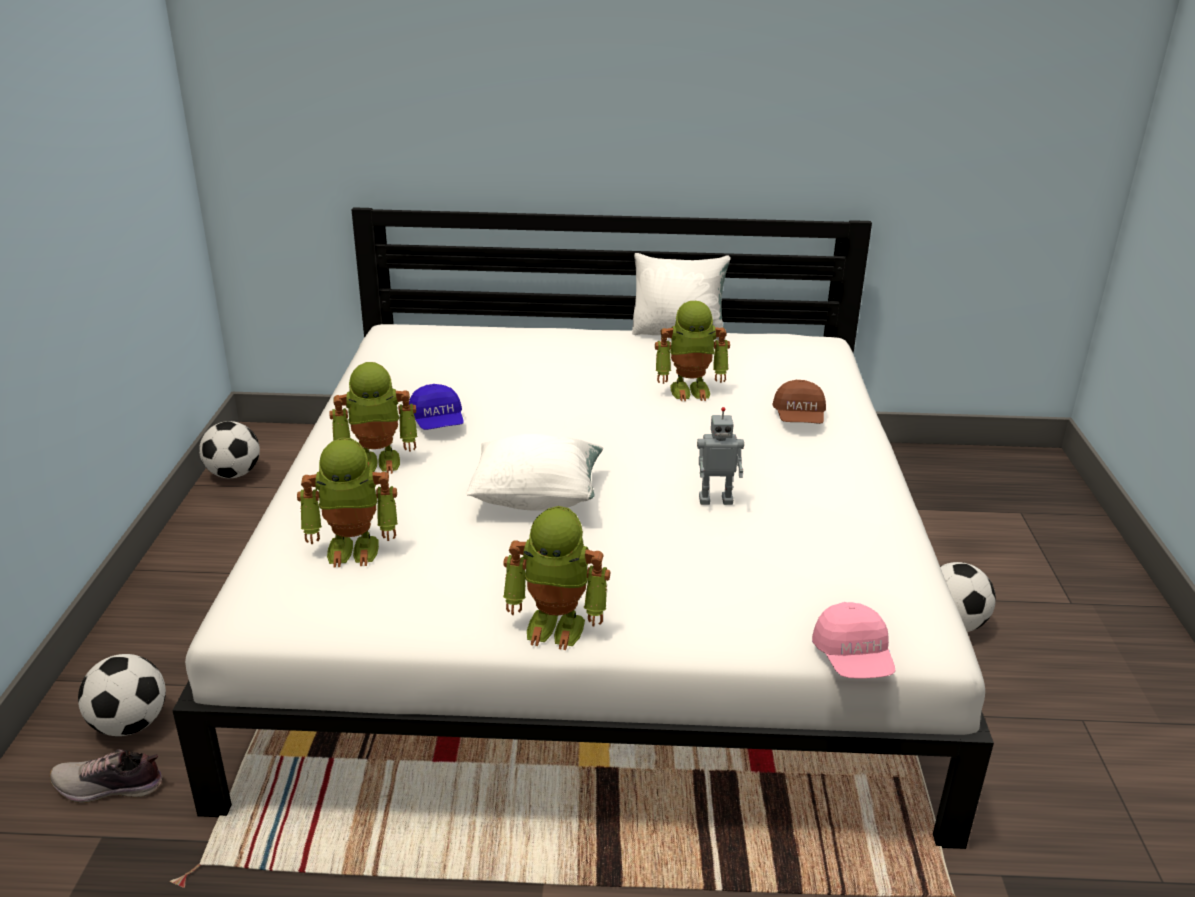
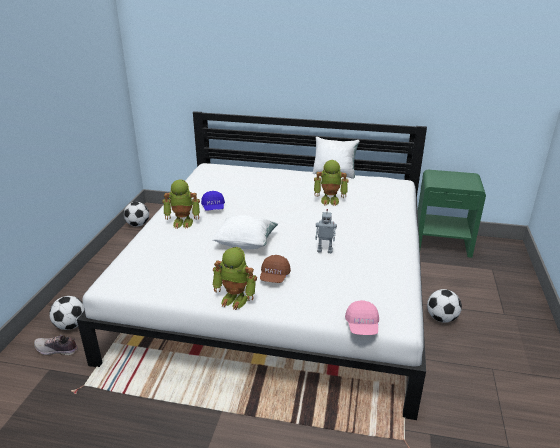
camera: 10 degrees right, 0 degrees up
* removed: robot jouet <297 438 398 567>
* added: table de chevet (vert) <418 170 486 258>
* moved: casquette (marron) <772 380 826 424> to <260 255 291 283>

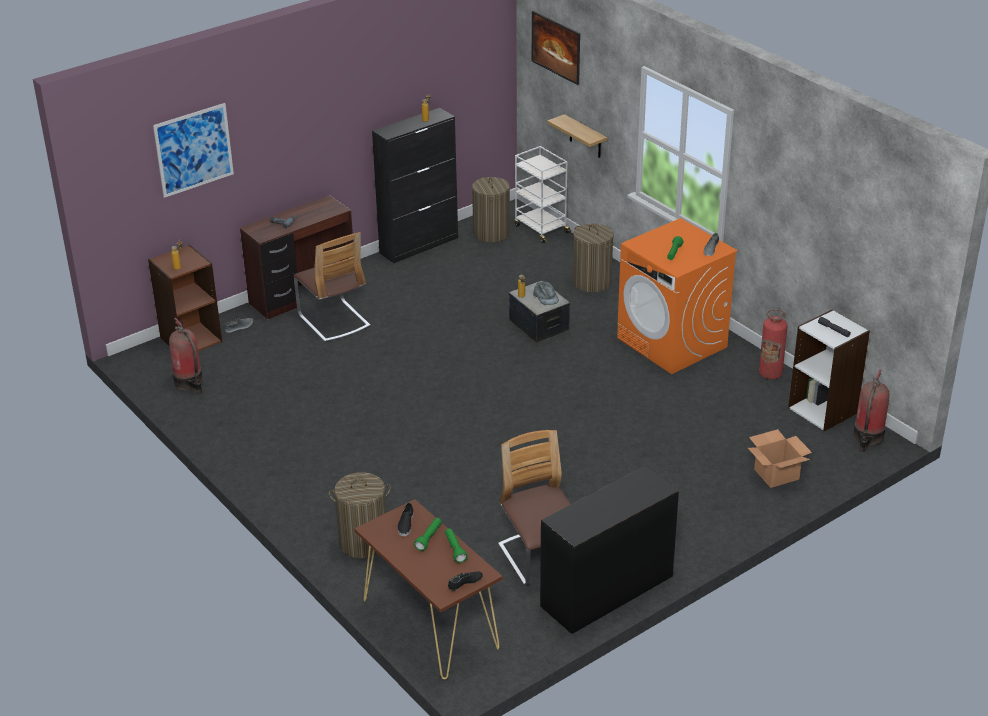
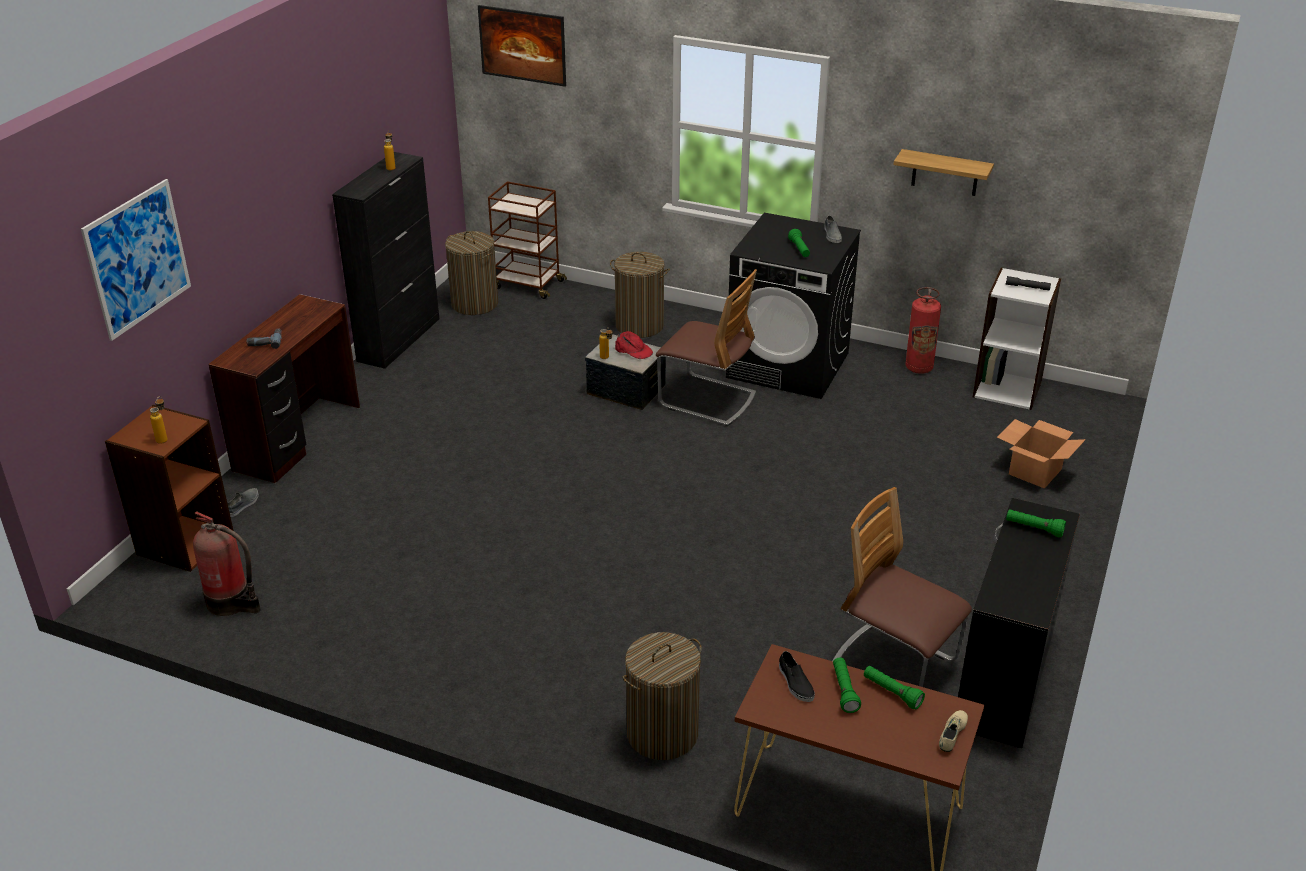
camera: 30 degrees left, 0 degrees up
* removed: extincteur <853 369 890 452>
* added: lampe de poche (vert) <1006 509 1066 537>
* moved: chaise <293 232 371 342> to <656 269 757 426>
* moved: étagère <547 114 607 158> to <893 149 994 196>
* recoloured: chaussure (noir) <448 572 483 591> to chaussure (beige) <939 710 968 752>
* recoloured: chariot (blanc) <514 146 571 243> to chariot (marron) <488 181 567 299>
* recoloured: casquette (gris) <533 282 559 305> to casquette (rouge) <615 331 653 359>
* recoloured: lave-linge (orange) <617 218 738 374> to lave-linge (noir) <726 213 861 399>

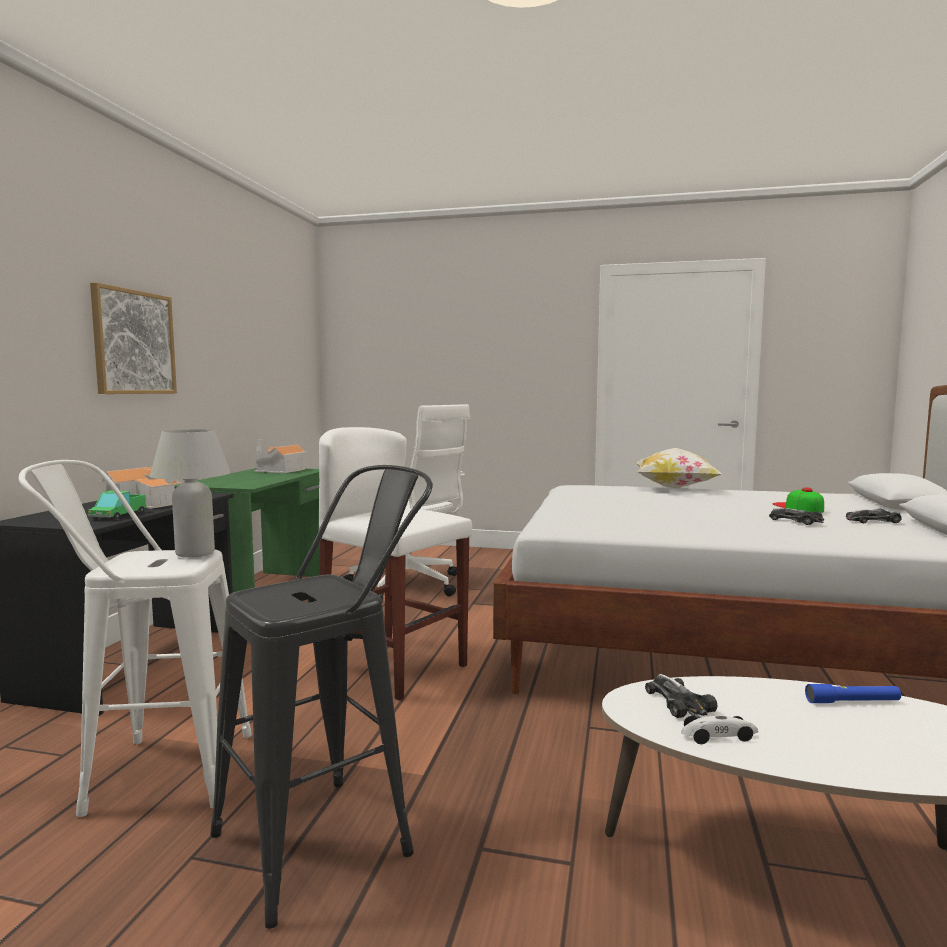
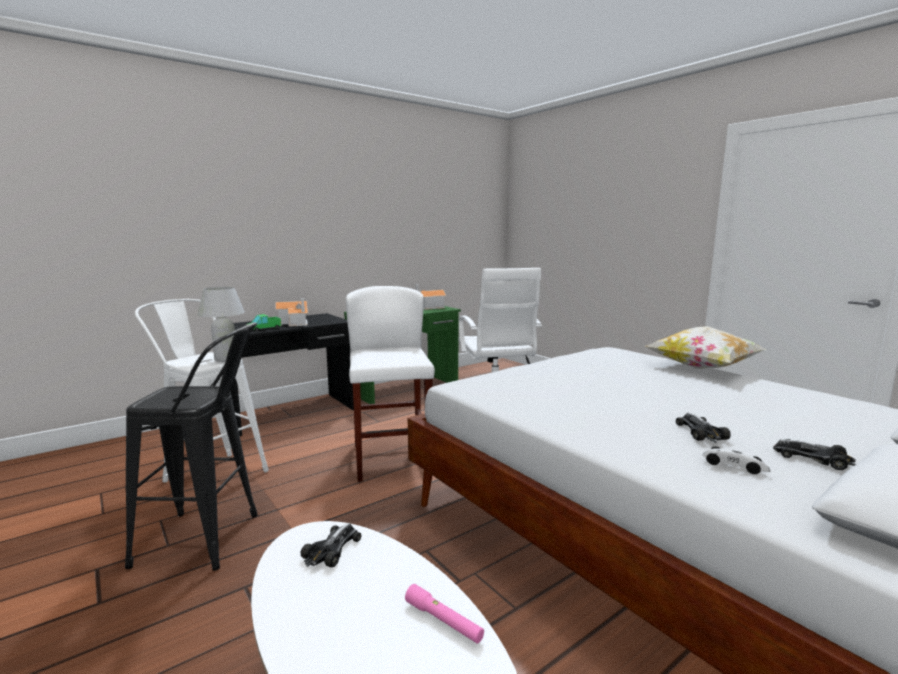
camera: 40 degrees right, 5 degrees up
* removed: tableau <90 282 177 394>
* removed: casquette <773 487 824 513>
* moved: petite voiture <681 716 758 744> to <702 447 770 474>
* recoloured: lampe de poche (bleu) <805 684 901 703> to lampe de poche (rose) <405 584 484 644>

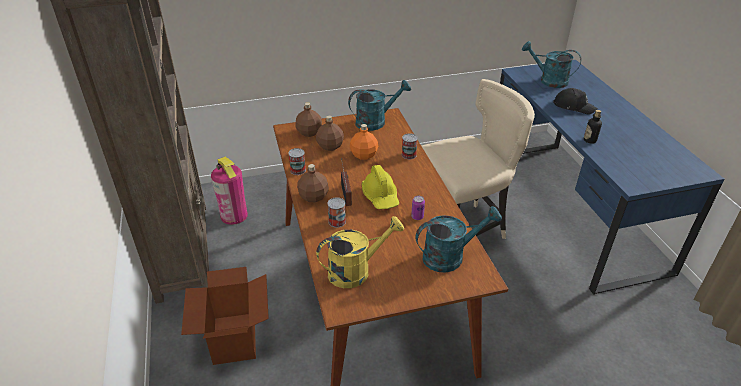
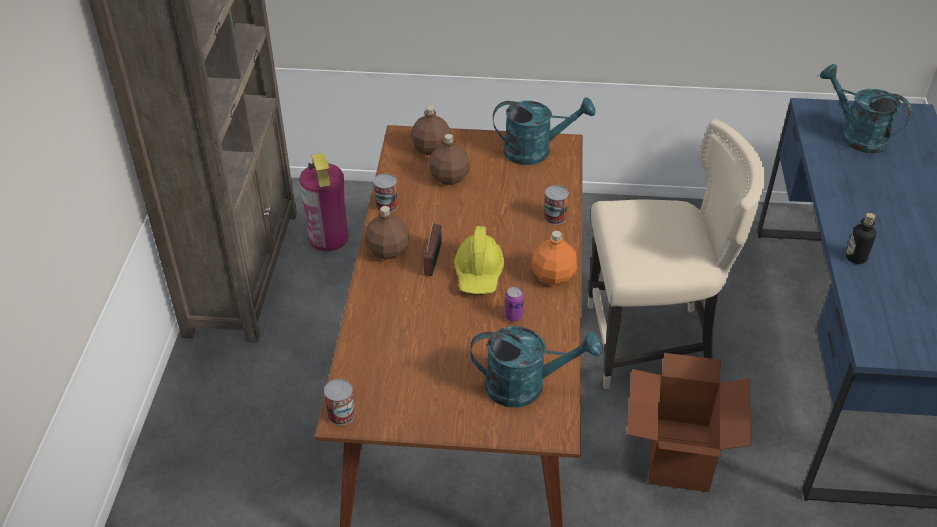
camera: 20 degrees right, 5 degrees up
* removed: arrosoir (jaune) <316 216 404 288>
* removed: casquette (noir) <553 88 598 115>
* moved: carton <181 267 269 365> to <627 353 752 492>
* moved: boîte métallique <327 197 346 228> to <324 379 355 425>
* moved: bouteille (orange) <350 124 378 160> to <532 231 577 285>

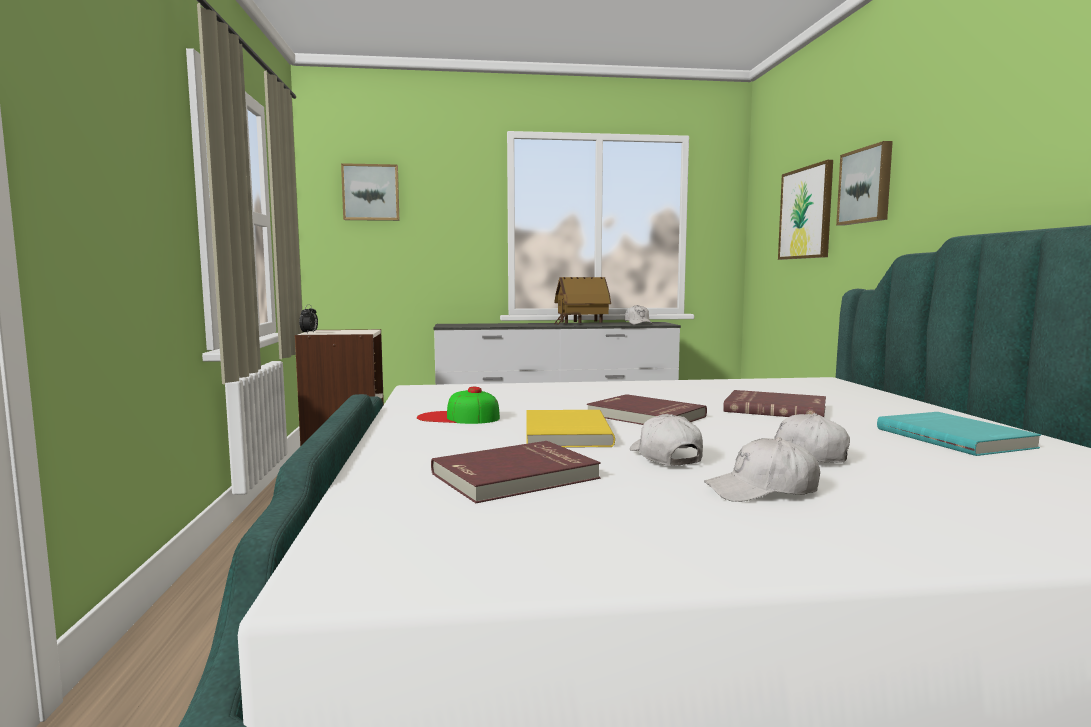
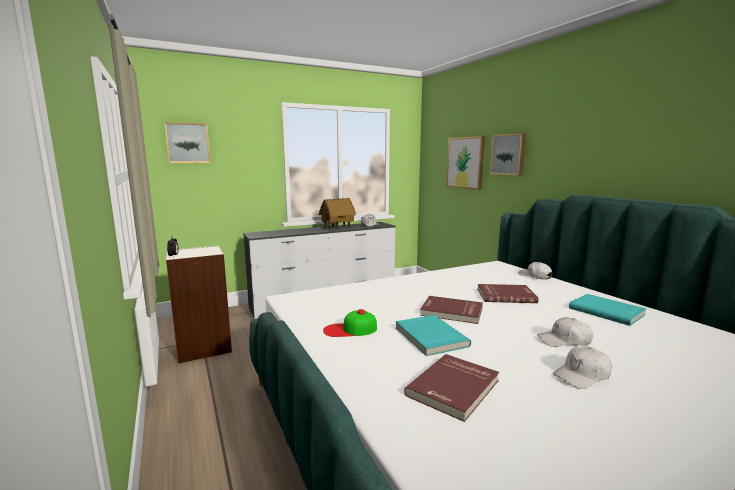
camera: 20 degrees left, 5 degrees up
* moved: casquette (blanc) <630 414 703 466> to <518 262 552 280>
* recoloured: livre (jaune) <526 410 615 448> to livre (turquoise) <395 315 471 356>

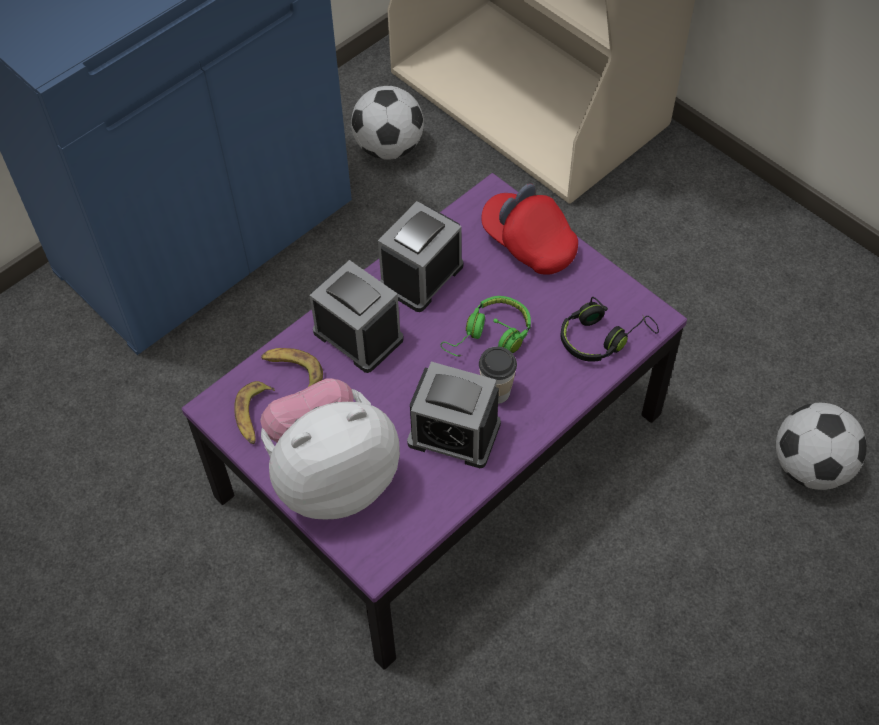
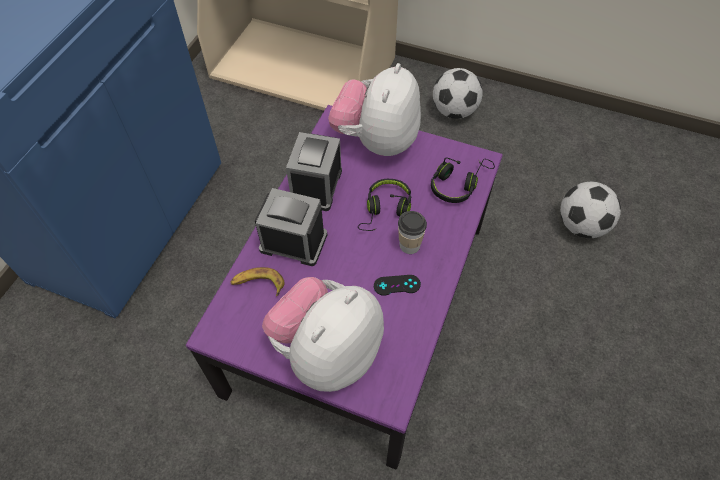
camera: 25 degrees left, 0 degrees up
* removed: banane <234 381 275 444>
* moved: ballon de foot <351 86 424 160> to <433 68 483 119>
* replaced: réveil <407 362 501 468> to manette (noir) <374 275 421 296>
* replaced: casquette (rouge) <481 183 578 275> to peluche <328 63 421 156>
* recoloured: casque audio (vert) <441 296 531 356> to casque audio (noir) <358 179 411 231>

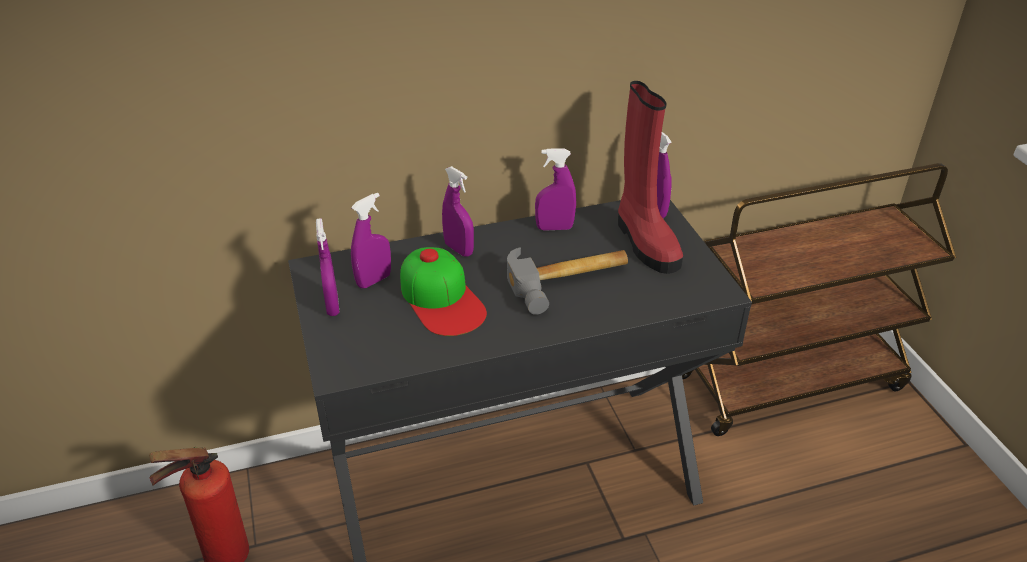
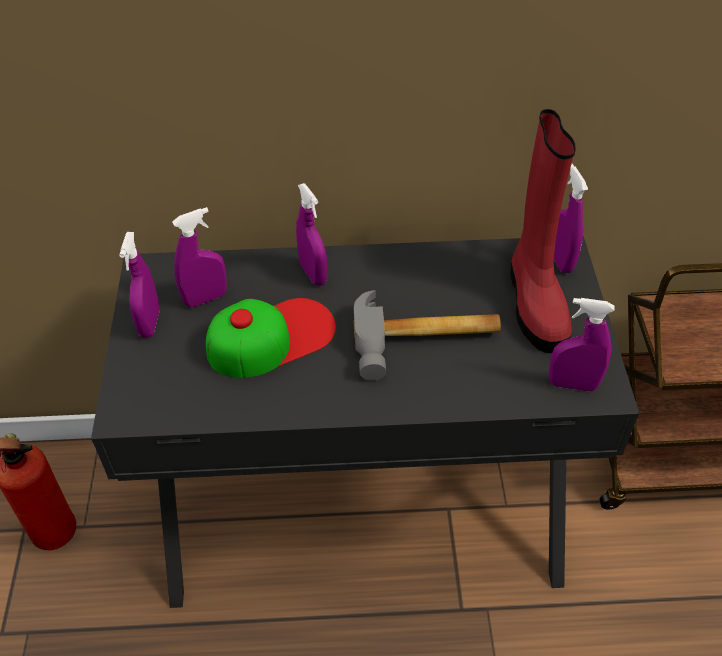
camera: 15 degrees right, 10 degrees up
* moved: vaporisateur (violet) <535 148 576 231> to <549 298 614 392>
* turned: casquette <400 247 487 336> = <206 298 336 378> 105 degrees counterclockwise

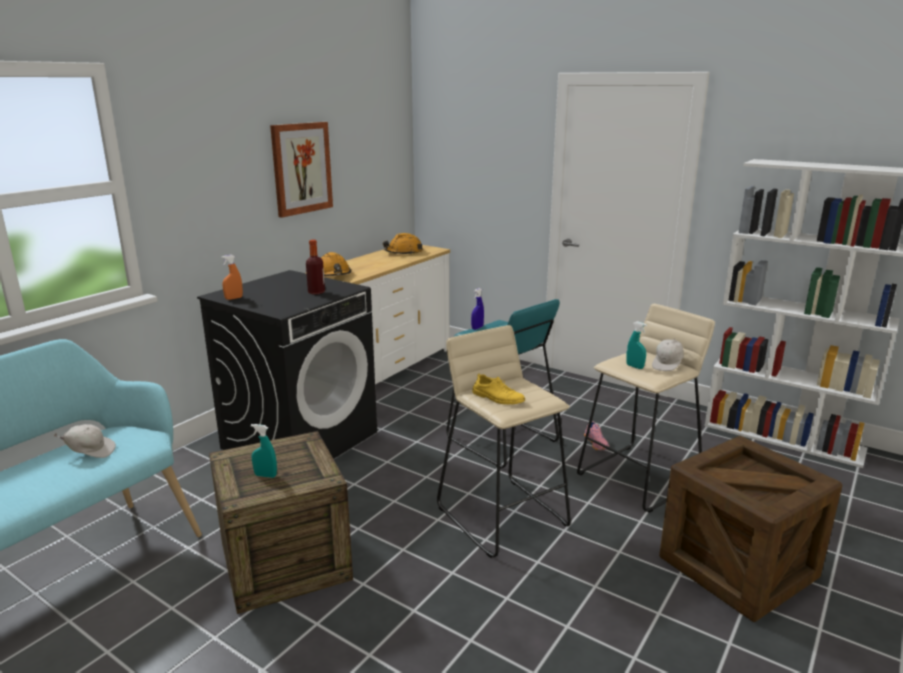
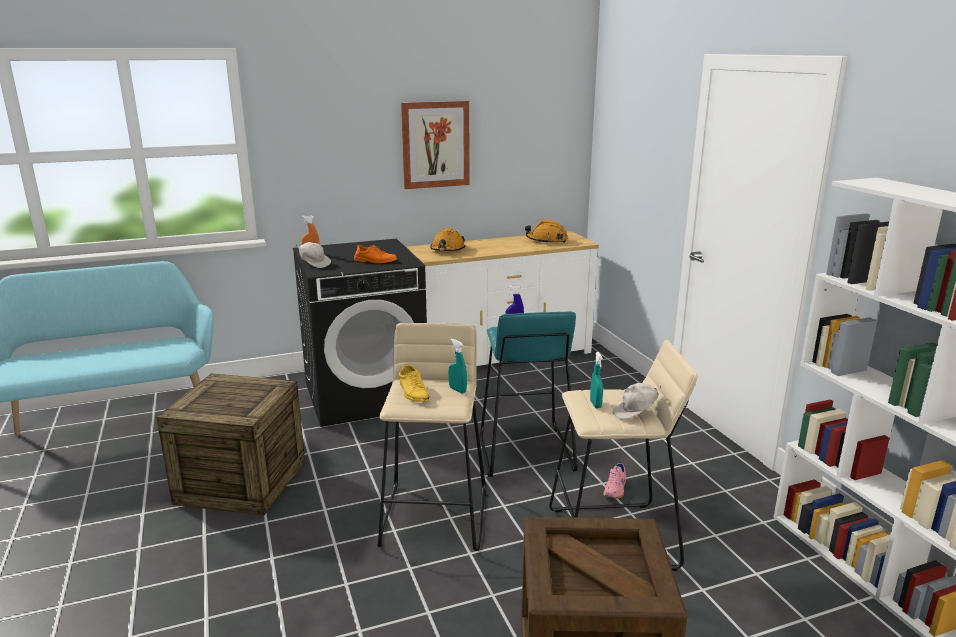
camera: 35 degrees right, 0 degrees up
* moved: casquette (blanc) <54 424 116 458> to <296 242 331 268>
* moved: vaporisateur (turquoise) <251 424 277 478> to <449 339 467 394>
* replaced: bouteille <306 240 325 294> to chaussure (orange) <354 244 397 264>

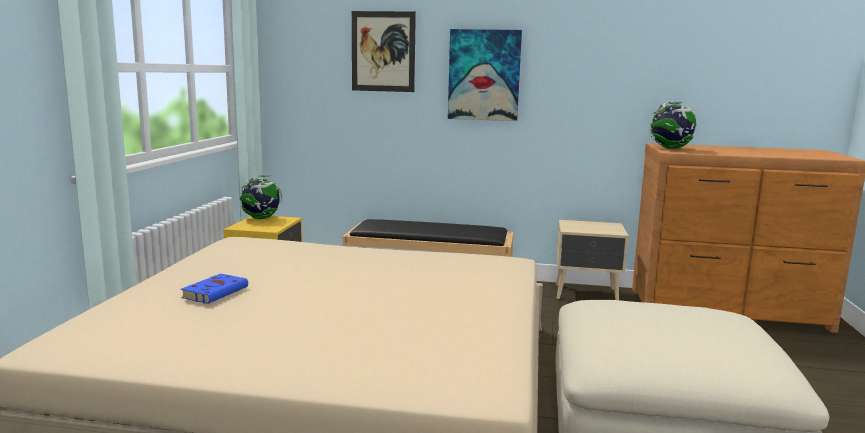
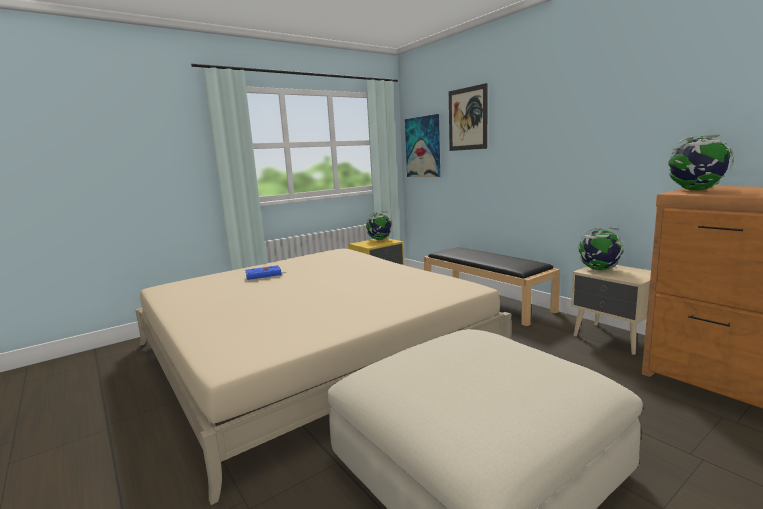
camera: 45 degrees right, 0 degrees up
* added: globe <579 227 624 270>
* moved: tableau <448 29 522 121> to <405 114 440 177>

